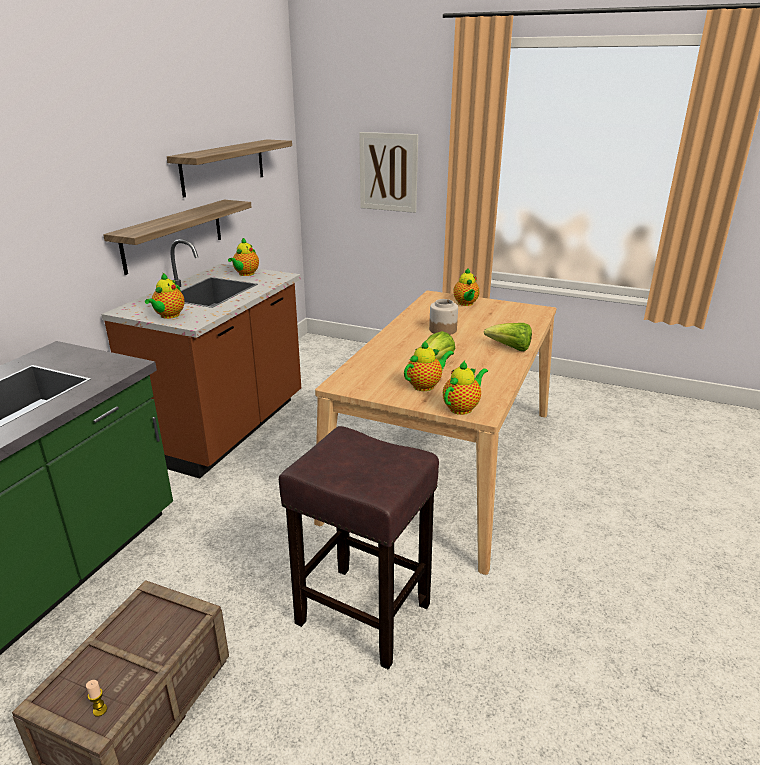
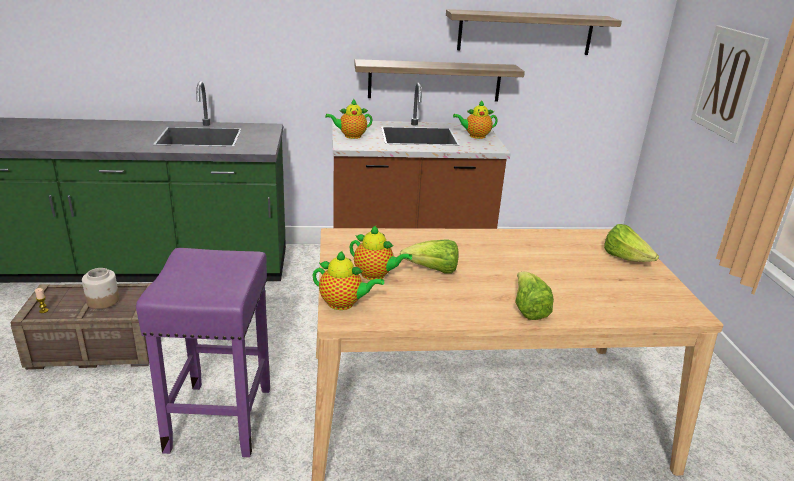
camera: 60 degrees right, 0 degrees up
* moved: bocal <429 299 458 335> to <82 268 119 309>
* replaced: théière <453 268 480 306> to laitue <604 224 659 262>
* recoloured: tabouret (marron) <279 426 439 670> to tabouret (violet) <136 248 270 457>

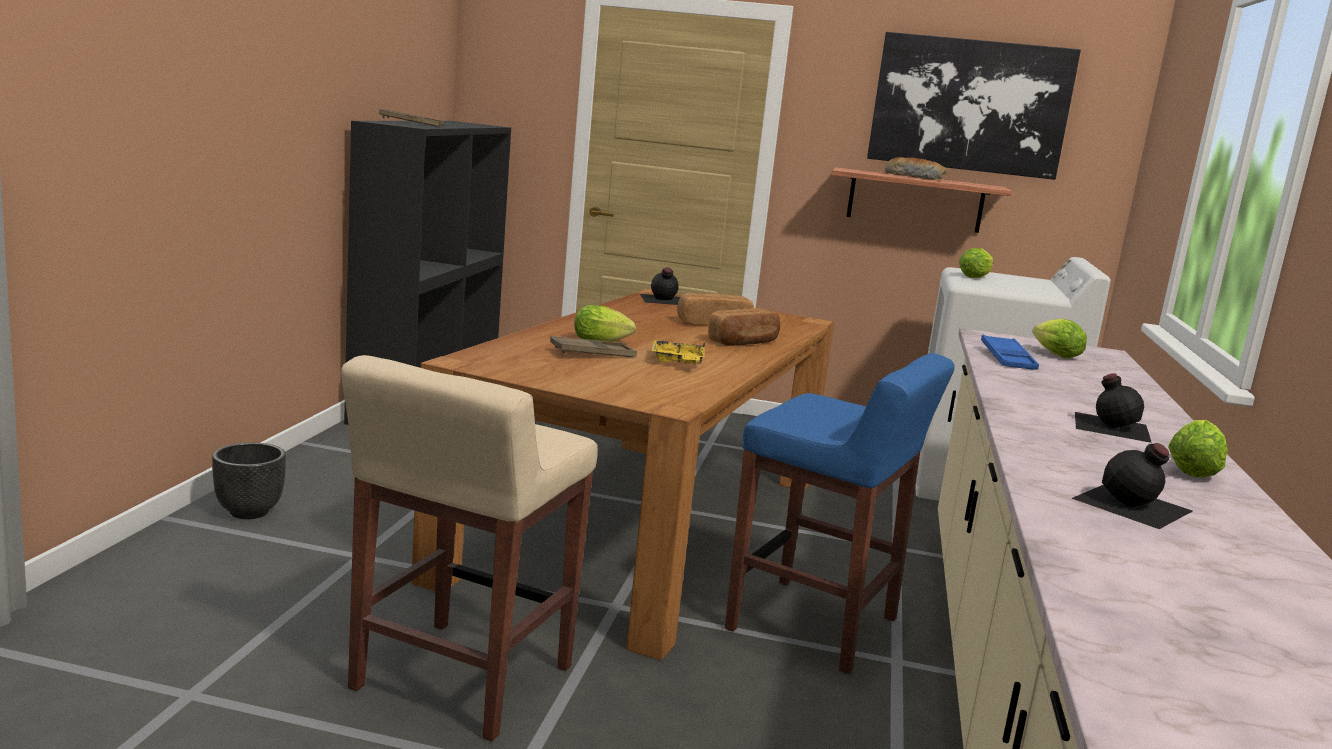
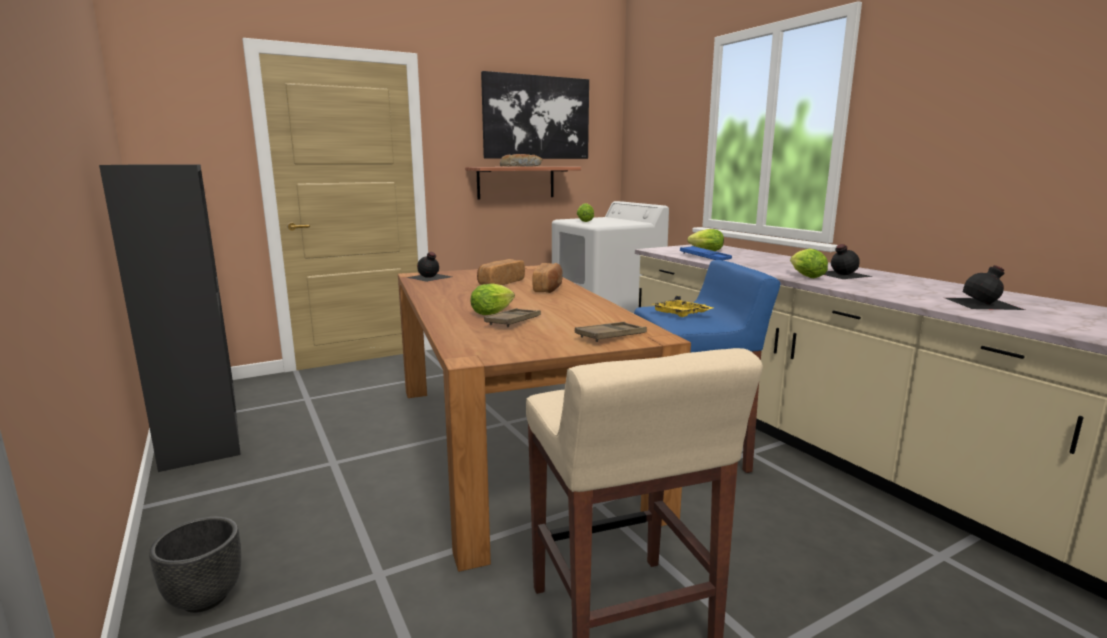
camera: 40 degrees left, 0 degrees up
* moved: plateau (marron) <379 109 445 126> to <575 322 647 342>
* moved: plateau (jaune) <652 340 705 365> to <652 296 713 317>
* moved: laitue <1168 420 1228 477> to <790 249 828 278>

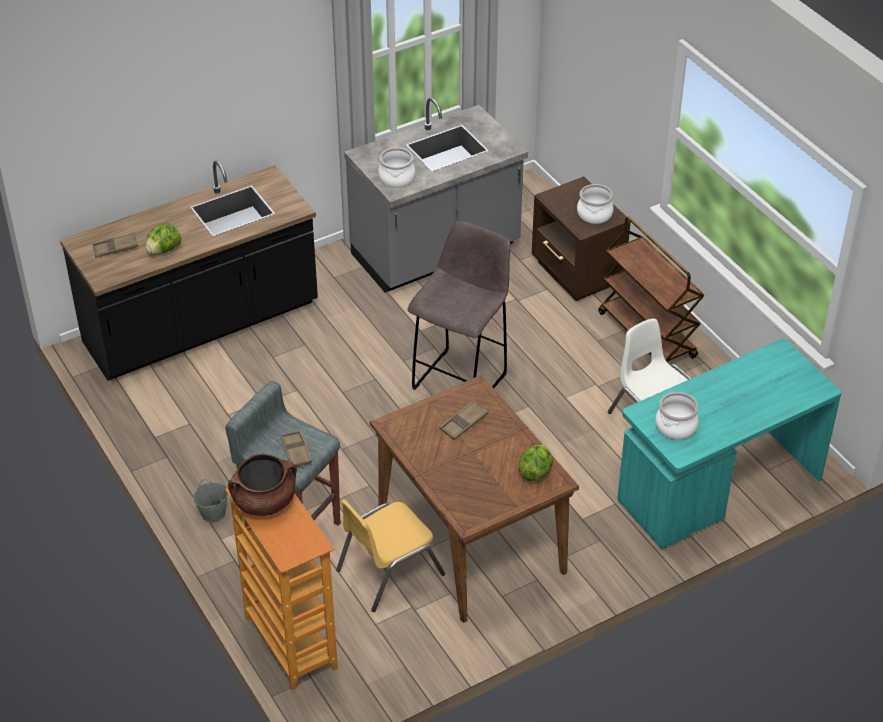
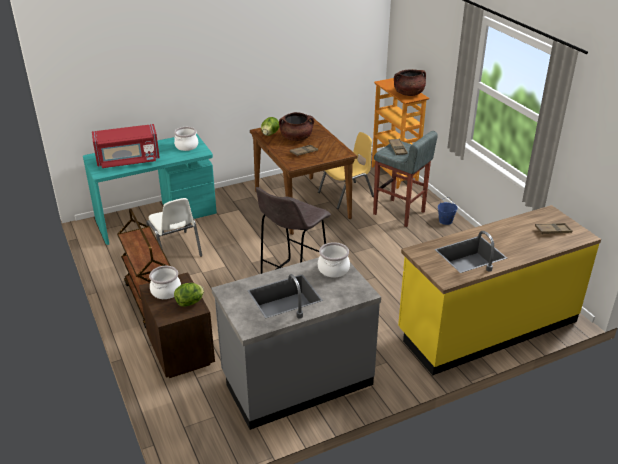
camera: 175 degrees left, 10 degrees down
* added: micro-ondes (rouge) <92 124 160 168>
* added: marmite (marron) <279 112 314 141>
* moved: laitue <145 223 181 254> to <174 283 204 307>
* recoloured: comptoir de cuisine (noir) <60 161 318 381> to comptoir de cuisine (jaune) <398 205 601 375>
* recoloured: seau (gris) <193 480 228 523> to seau (bleu) <438 197 458 225>

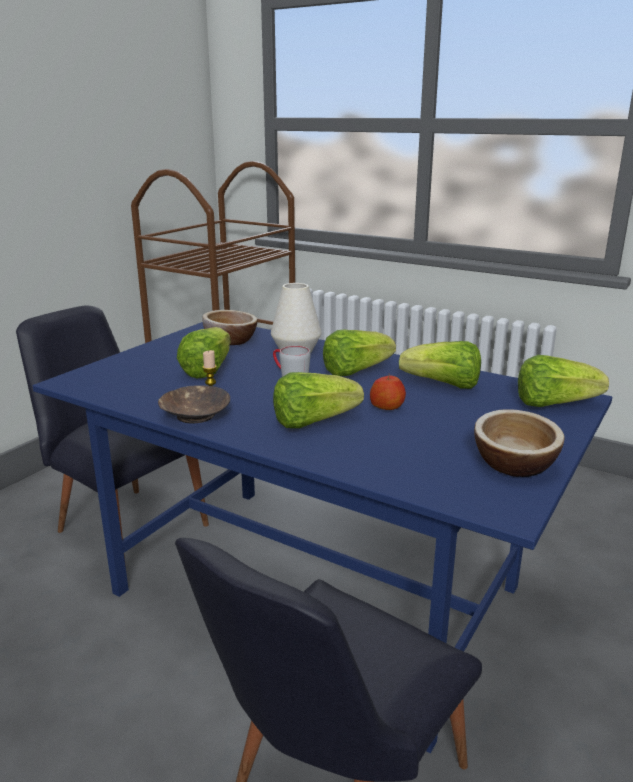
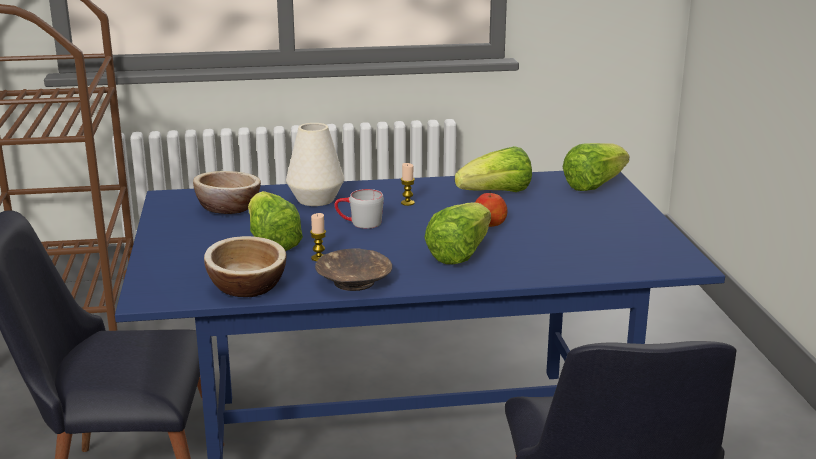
camera: 40 degrees left, 0 degrees up
* moved: bol <474 409 565 477> to <204 236 286 297>
* replaced: laitue <323 330 396 376> to bougie <401 163 415 206>

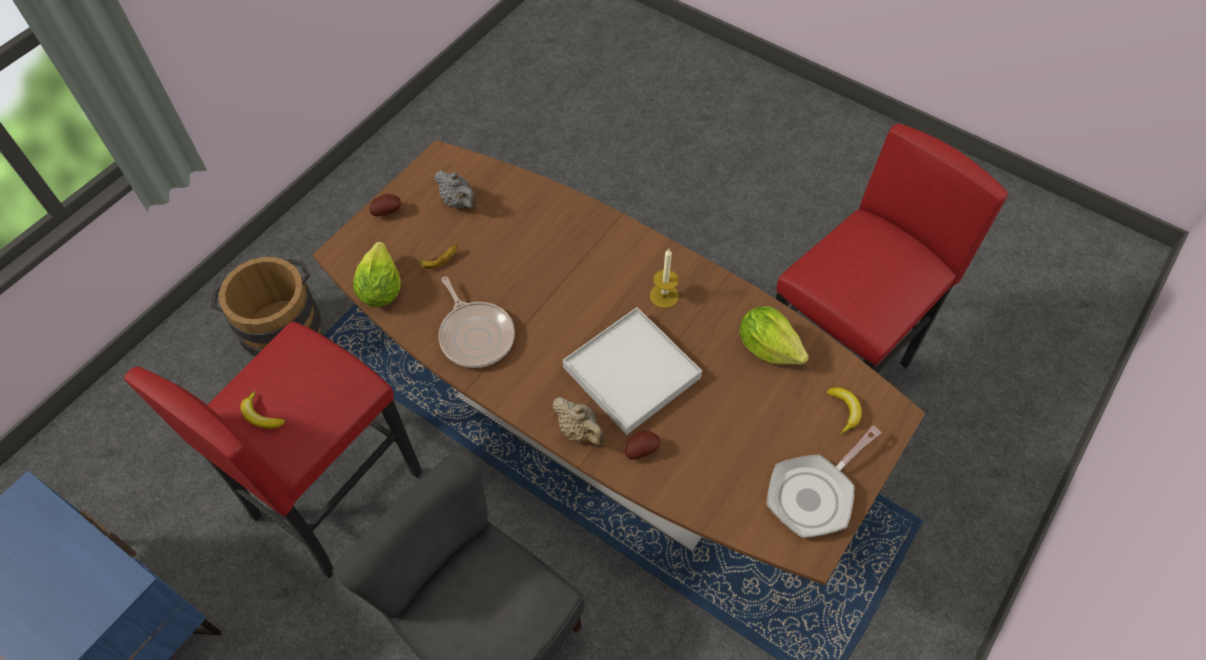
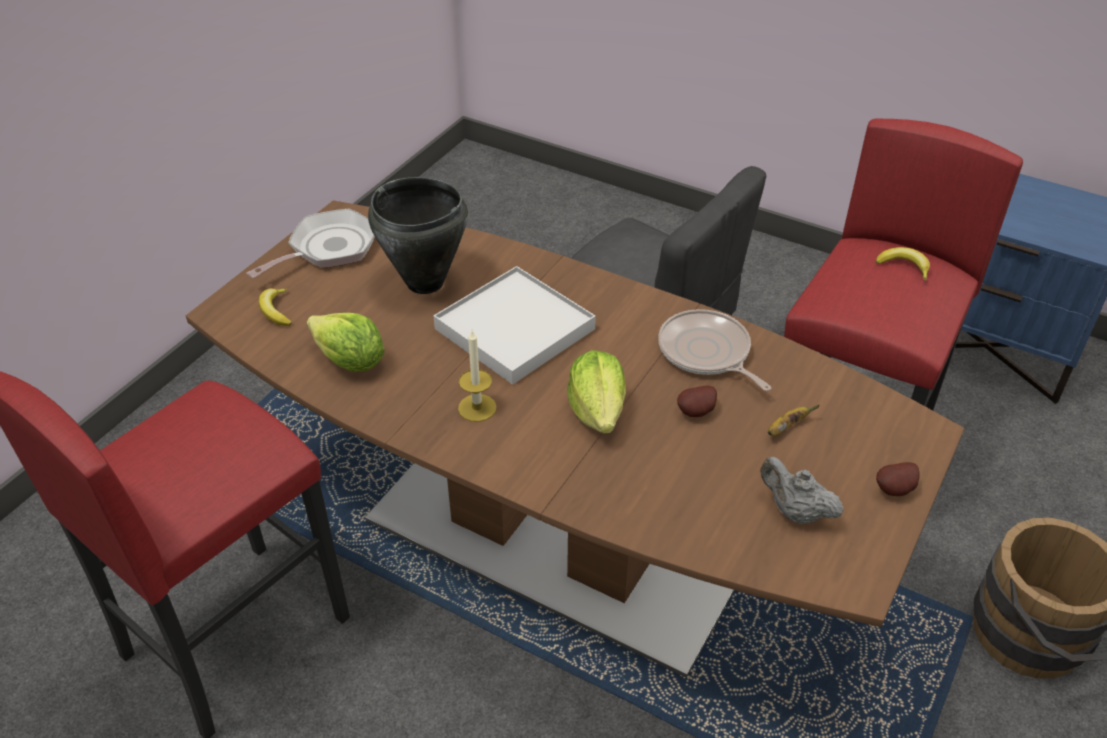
camera: 175 degrees right, 15 degrees down
* removed: théière (beige) <552 397 605 446>
* added: marmite (noir) <368 177 468 294>
* moved: laitue <353 242 401 307> to <567 350 626 433>
* moved: pomme de terre <625 431 660 459> to <677 386 717 417>

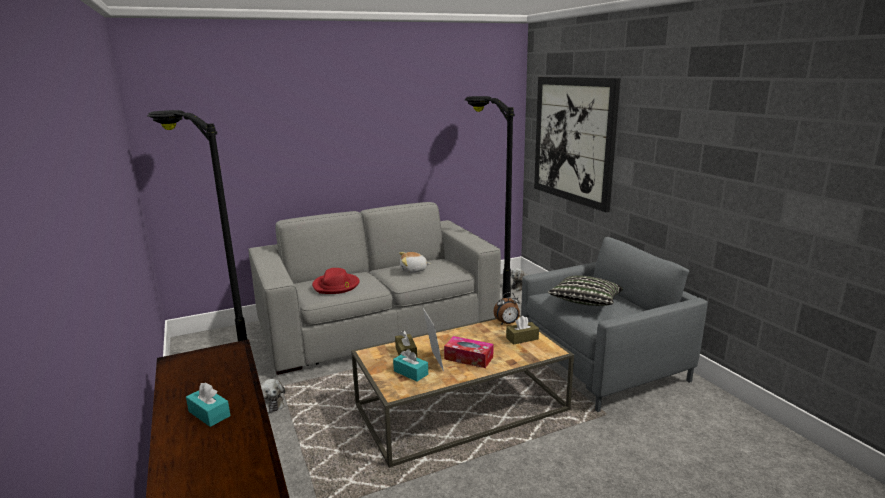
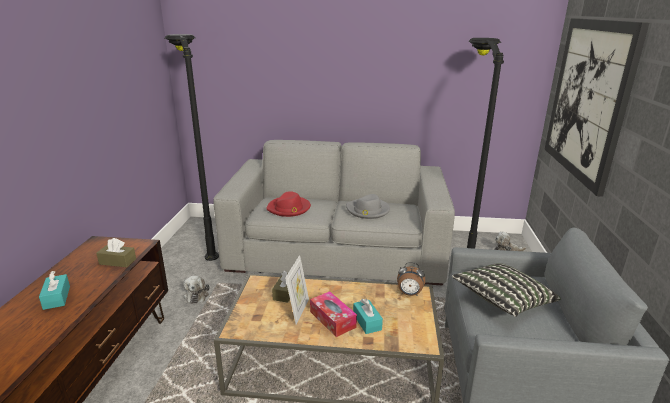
camera: 30 degrees right, 5 degrees up
* moved: boîte à mouchoirs (turquoise) <393 349 428 381> to <353 299 383 334>
* moved: boîte à mouchoirs (marron) <506 316 539 345> to <96 238 136 267>
* replaced: peluche <399 252 431 273> to chapeau (gris) <346 194 390 219>

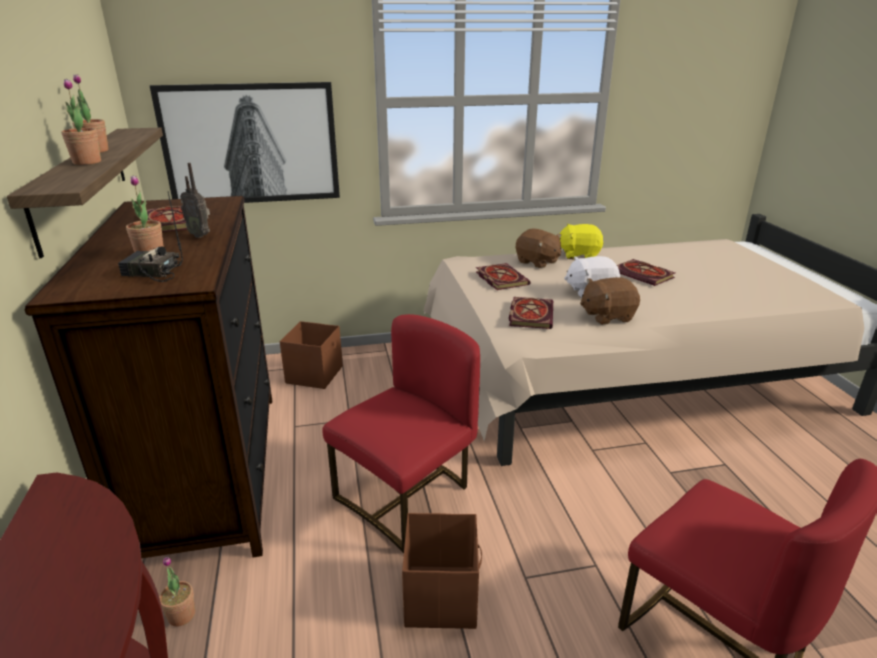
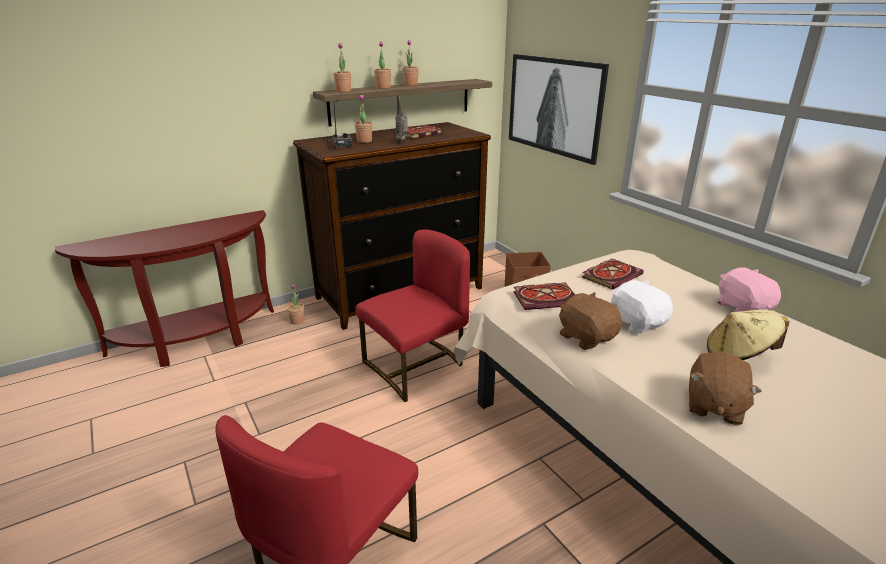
camera: 70 degrees right, 0 degrees up
* removed: boîte de rangement (marron) <402 513 482 629>
* added: plante en pot <333 43 351 92>
* moved: peluche (marron) <516 229 561 268> to <689 352 762 425>
* replaced: livre <617 259 675 286> to chapeau (beige) <707 309 789 360>
* recoloured: peluche (jaune) <560 224 604 259> to peluche (rose) <717 268 781 312>
* turned: chaise (rouge) <322 314 480 553> = <356 229 470 402> 60 degrees counterclockwise

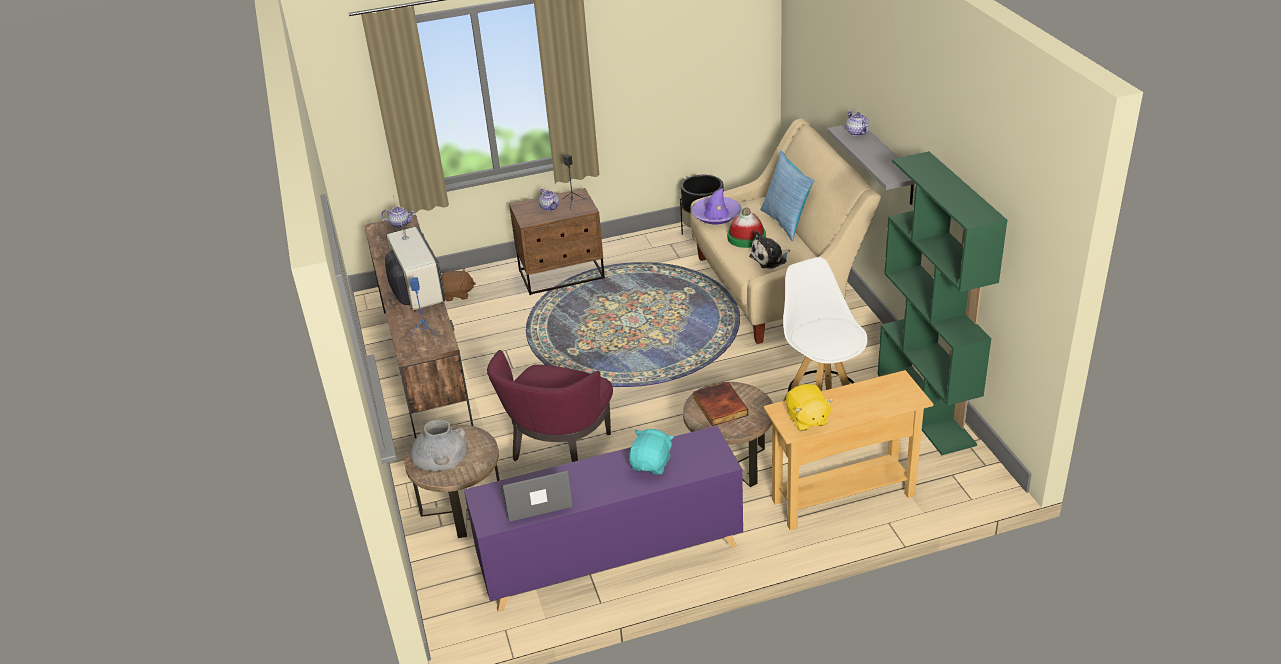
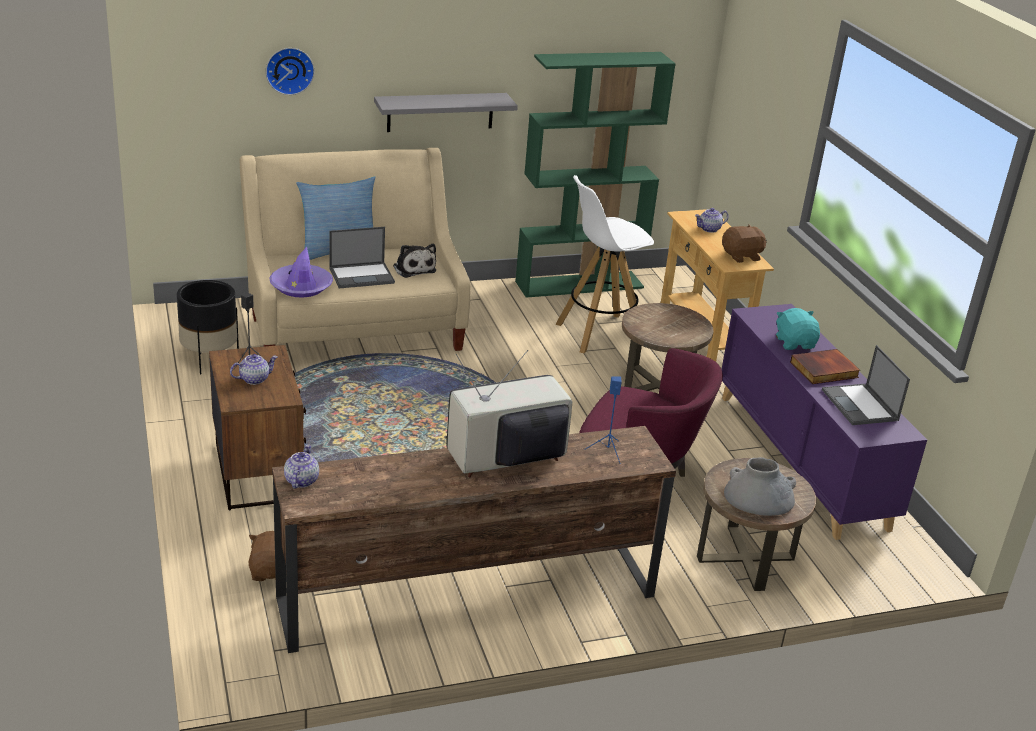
camera: 95 degrees left, 5 degrees down
* added: horloge murale <266 48 315 95>
* moved: livre <693 382 748 426> to <790 349 860 384>
* moved: théière <846 111 869 136> to <695 208 728 233>
* replaced: chapeau <727 208 766 248> to ordinateur portable <329 227 395 288>
* recoloured: peluche (jaune) <786 384 833 431> to peluche (marron) <722 224 767 263>
* turned: peluche (turquoise) <629 429 673 474> = <776 308 820 350> 60 degrees clockwise

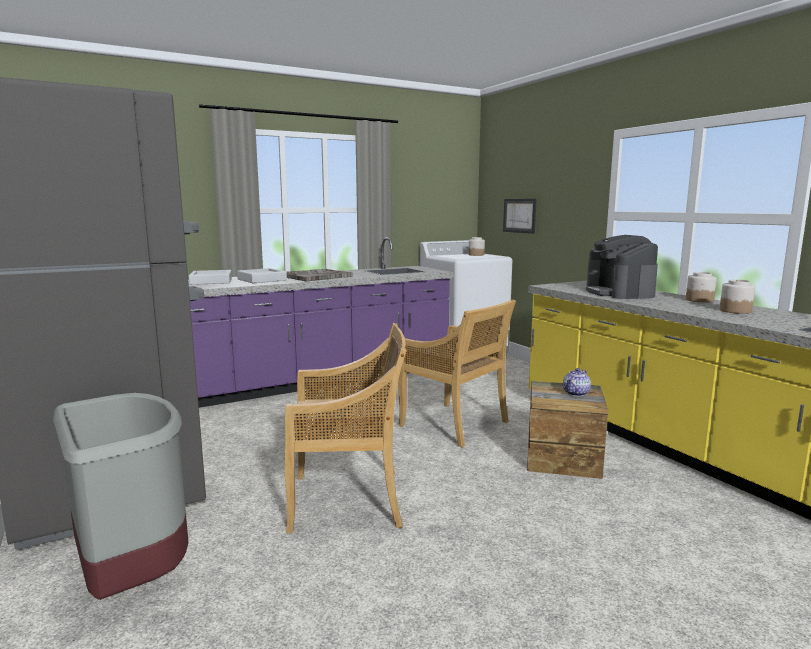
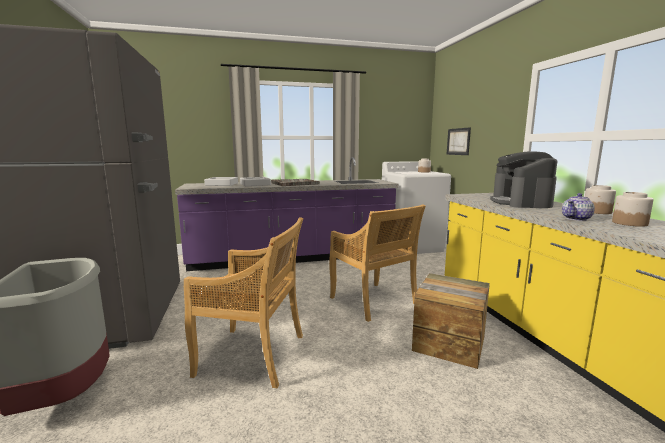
camera: 15 degrees right, 0 degrees up
* moved: théière <563 368 591 397> to <562 193 595 221>

